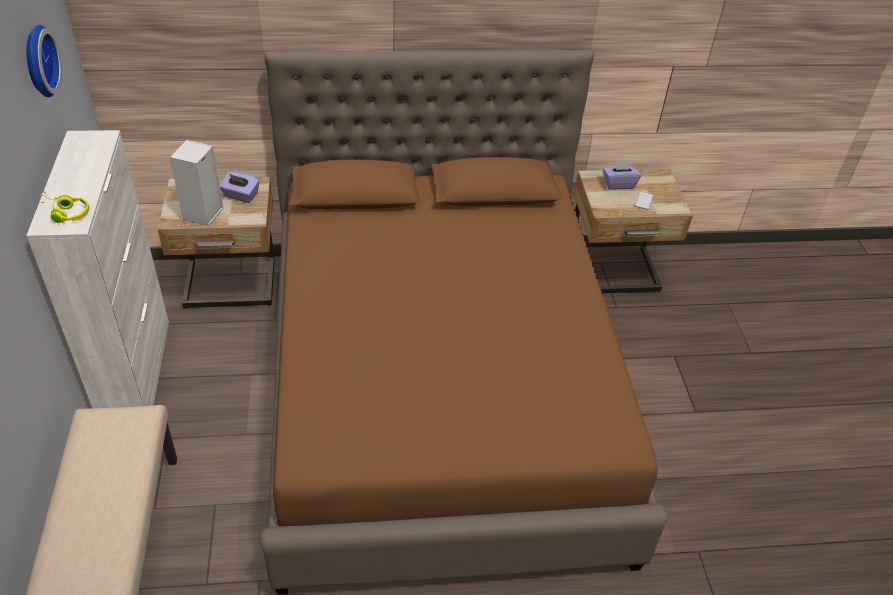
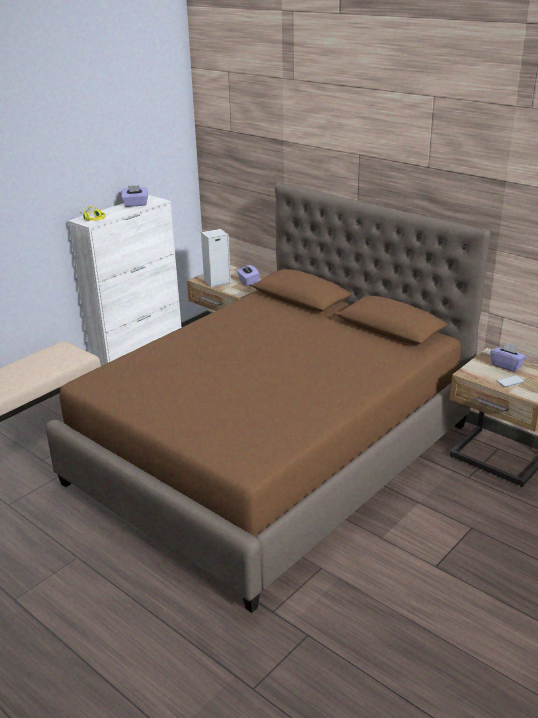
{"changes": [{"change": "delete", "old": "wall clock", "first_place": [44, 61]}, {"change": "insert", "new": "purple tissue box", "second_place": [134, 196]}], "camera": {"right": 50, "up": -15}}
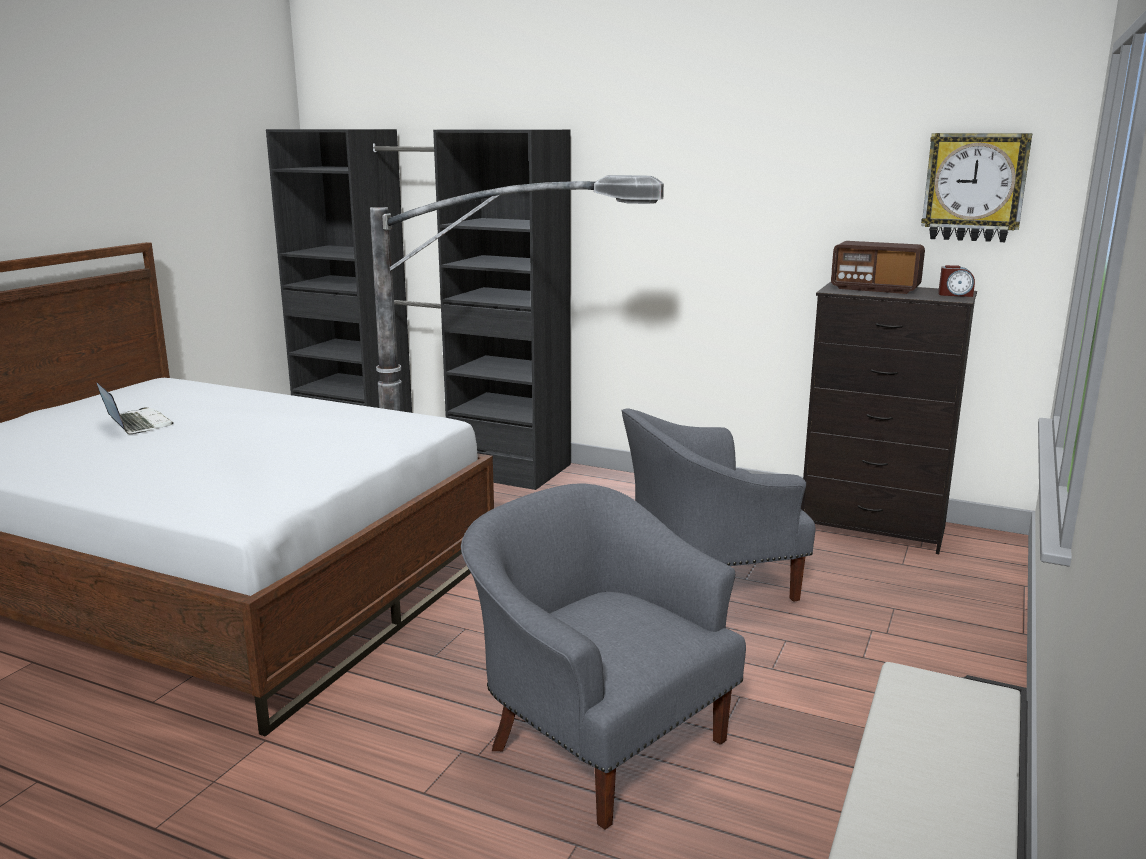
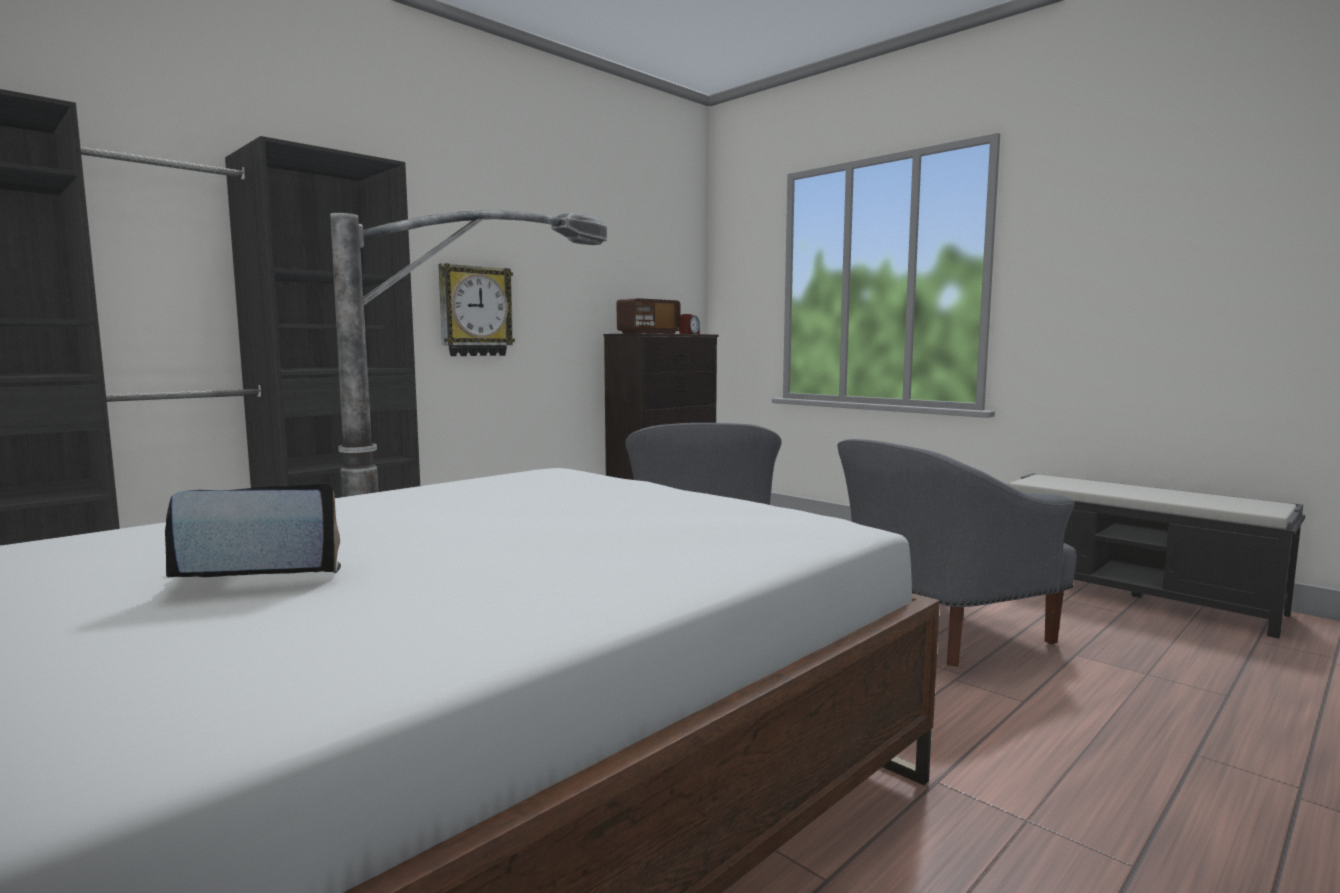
{"changes": [{"change": "move", "old": "wall clock", "first_place": [976, 187], "second_place": [477, 309]}], "camera": {"right": -70, "up": -10}}
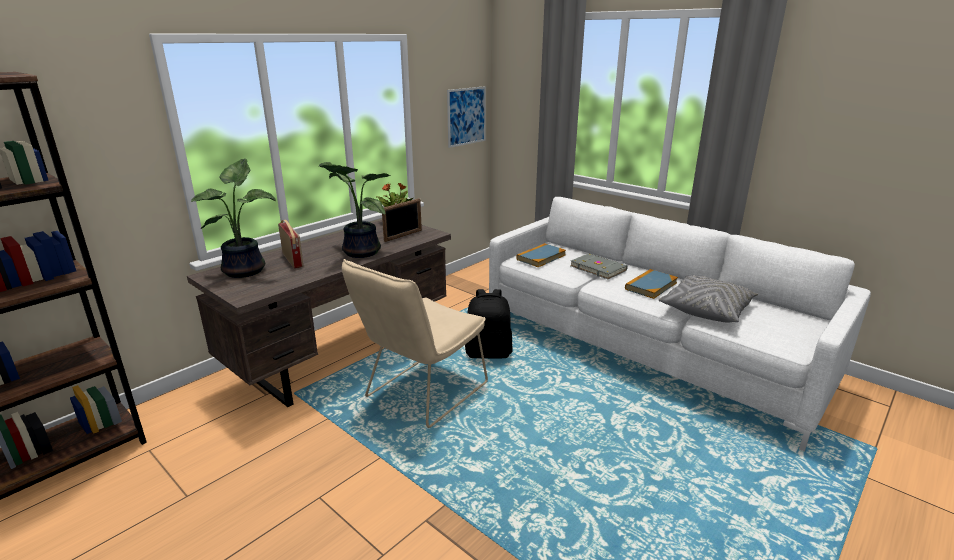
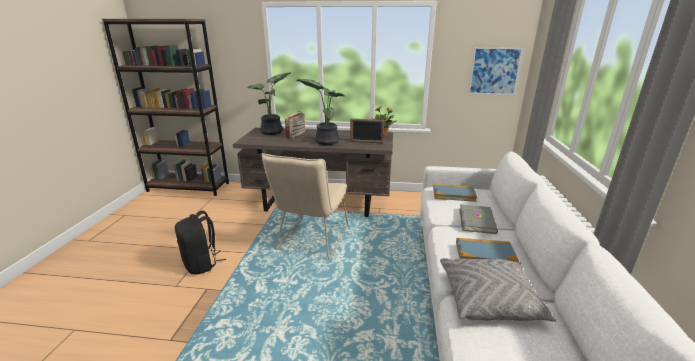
{"changes": [{"change": "rotate", "old": "beige chair", "first_place": [415, 343], "second_place": [304, 206], "degrees": -75}, {"change": "move", "old": "black backpack", "first_place": [489, 323], "second_place": [200, 243]}], "camera": {"right": 55, "up": 0}}
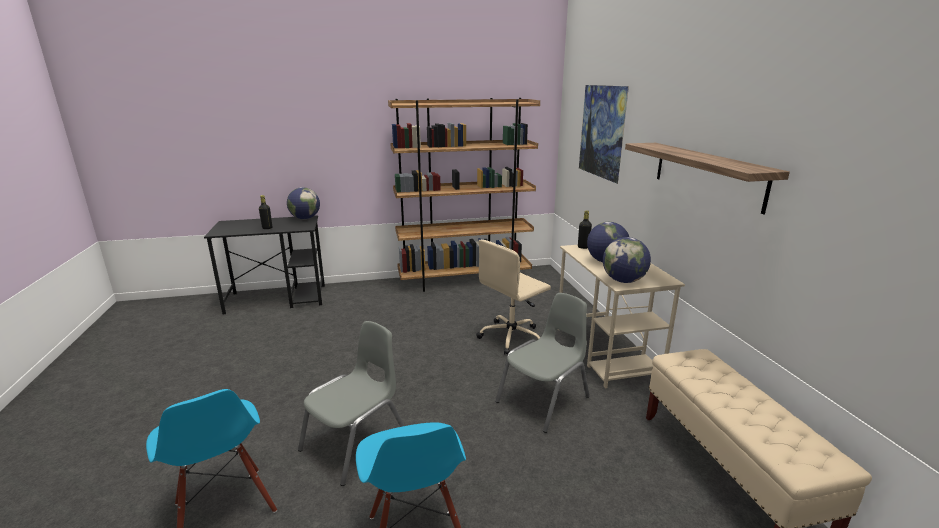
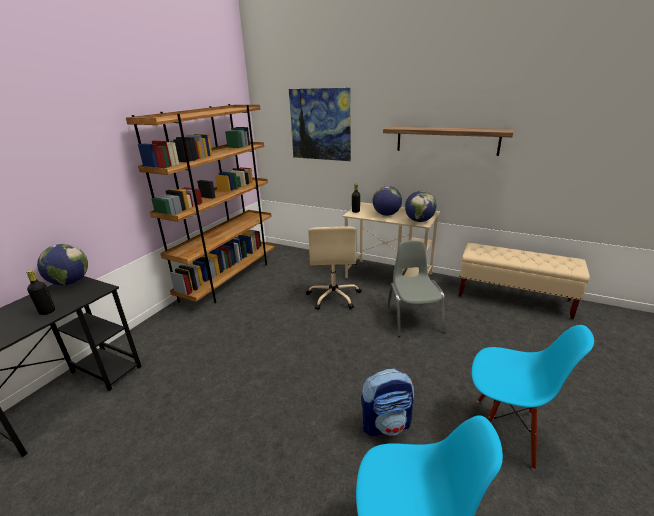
{"changes": [{"change": "replace", "old": "grey chair", "new": "backpack", "first_place": [351, 403], "second_place": [387, 402]}], "camera": {"right": -50, "up": 5}}
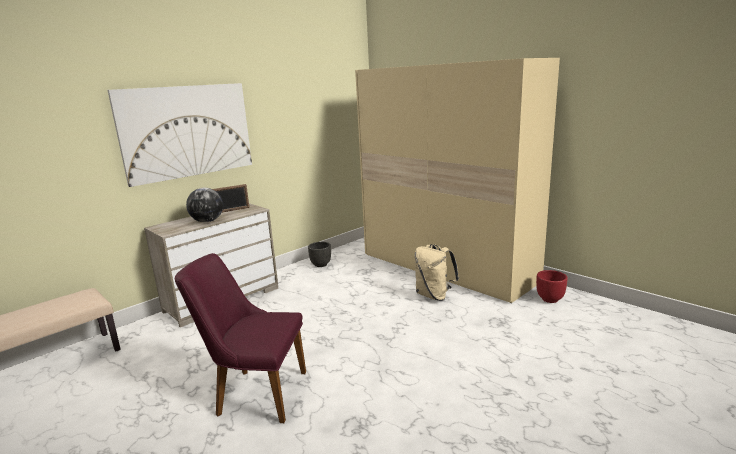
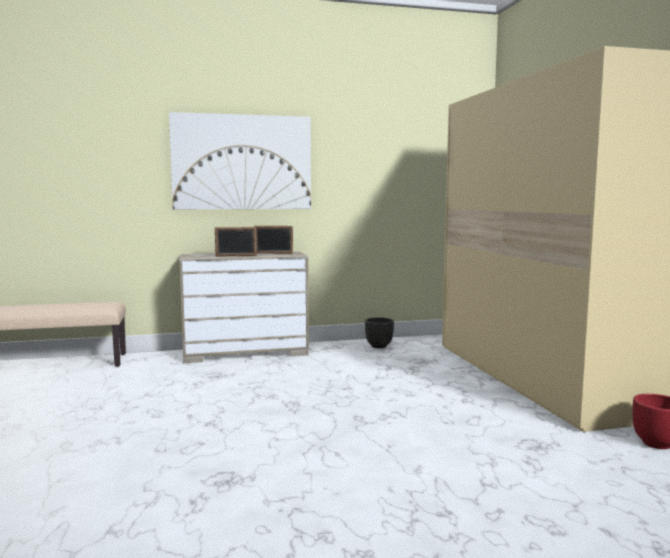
{"changes": [{"change": "replace", "old": "globe", "new": "picture frame", "first_place": [204, 205], "second_place": [236, 242]}, {"change": "delete", "old": "beige backpack", "first_place": [436, 272]}, {"change": "delete", "old": "purple chair", "first_place": [240, 338]}], "camera": {"right": 30, "up": -10}}
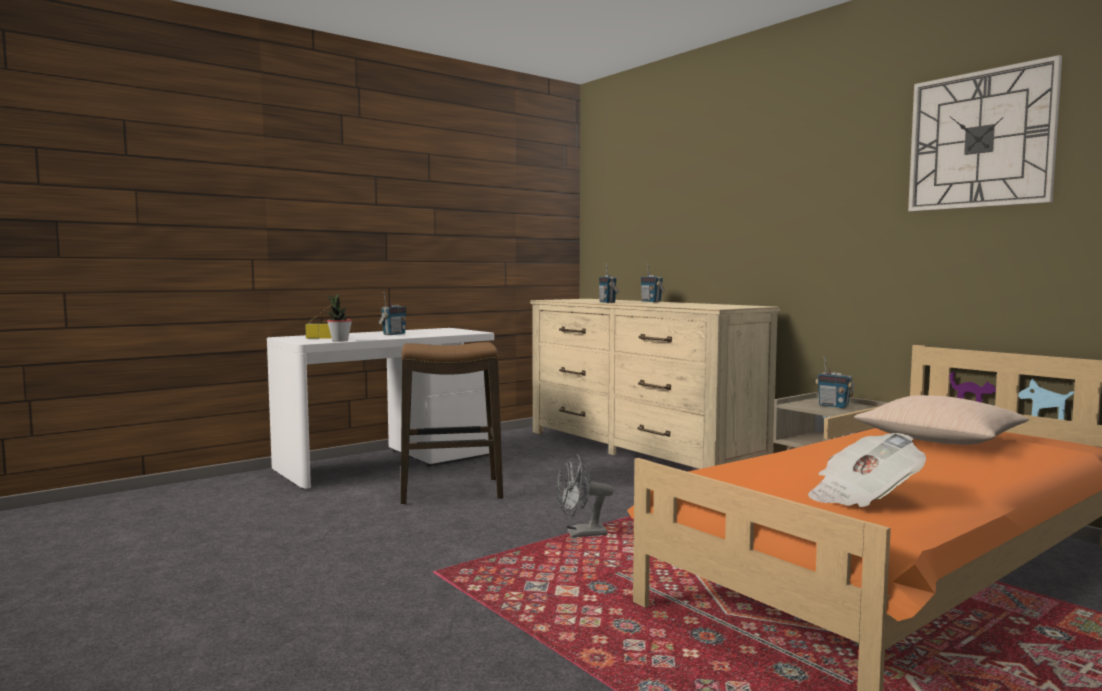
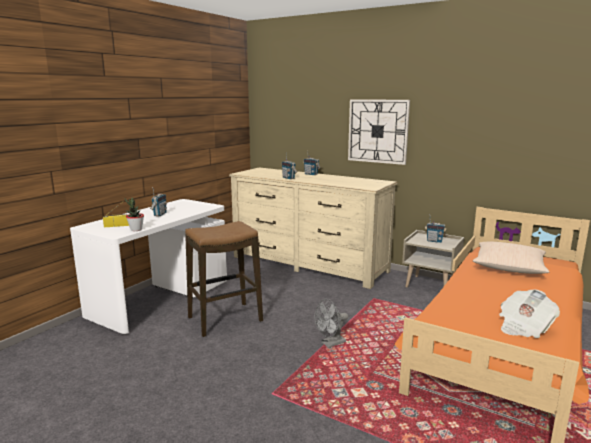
{"changes": [{"change": "move", "old": "wall clock", "first_place": [985, 133], "second_place": [379, 132]}], "camera": {"right": -20, "up": 10}}
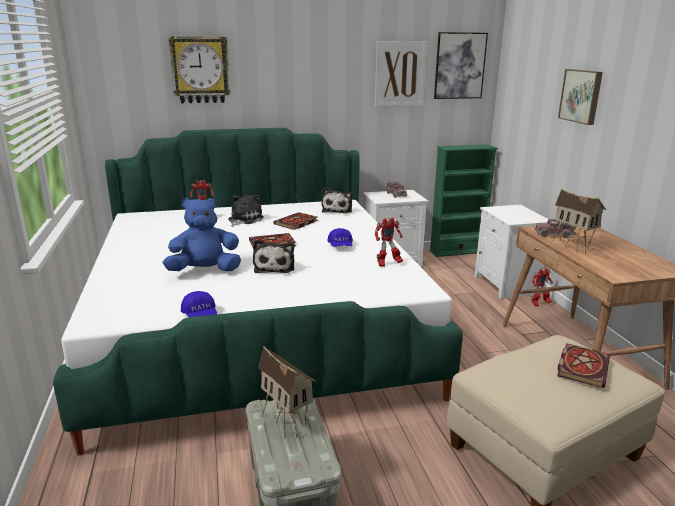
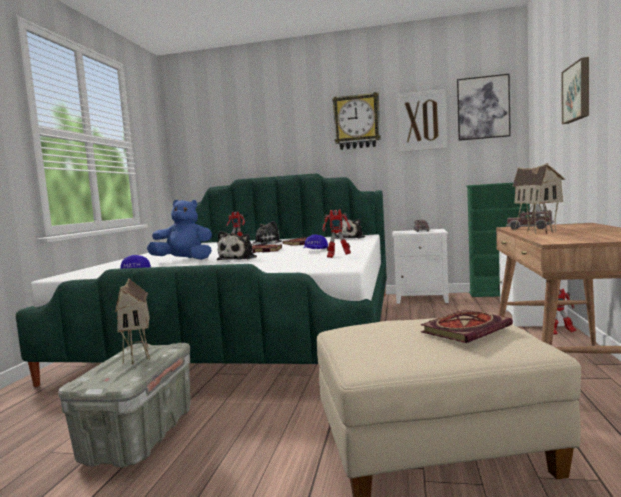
{"changes": [{"change": "move", "old": "wall clock", "first_place": [199, 69], "second_place": [356, 121]}], "camera": {"right": 25, "up": -15}}
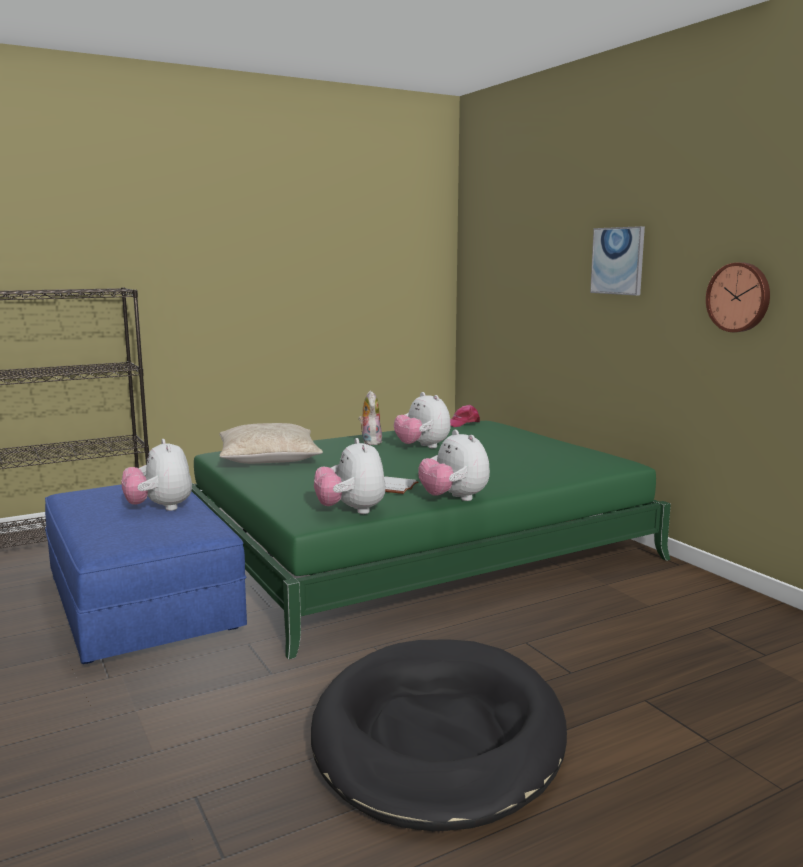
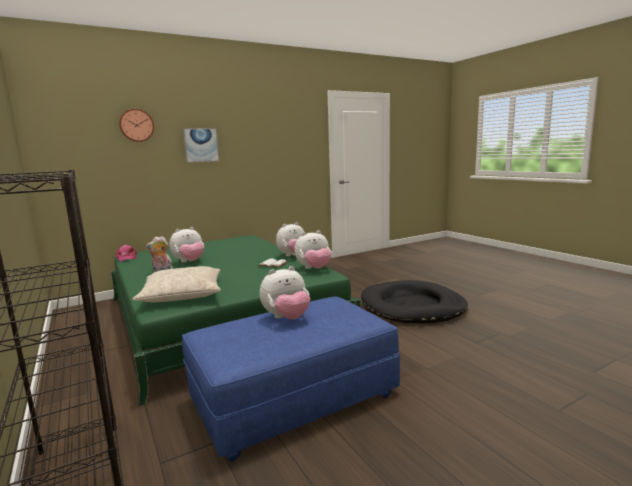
{"changes": [{"change": "move", "old": "wall clock", "first_place": [738, 297], "second_place": [136, 125]}], "camera": {"right": -90, "up": 0}}
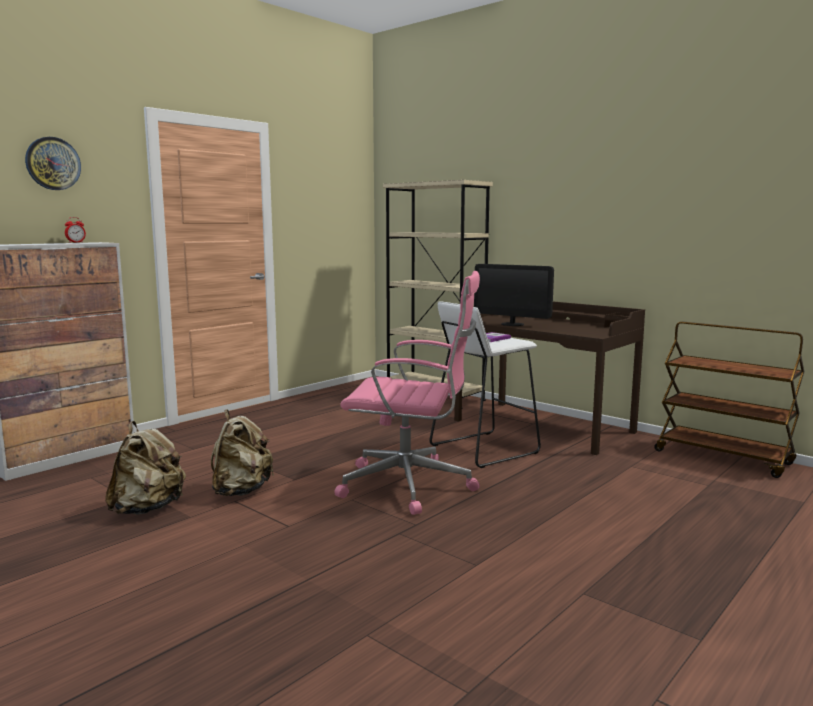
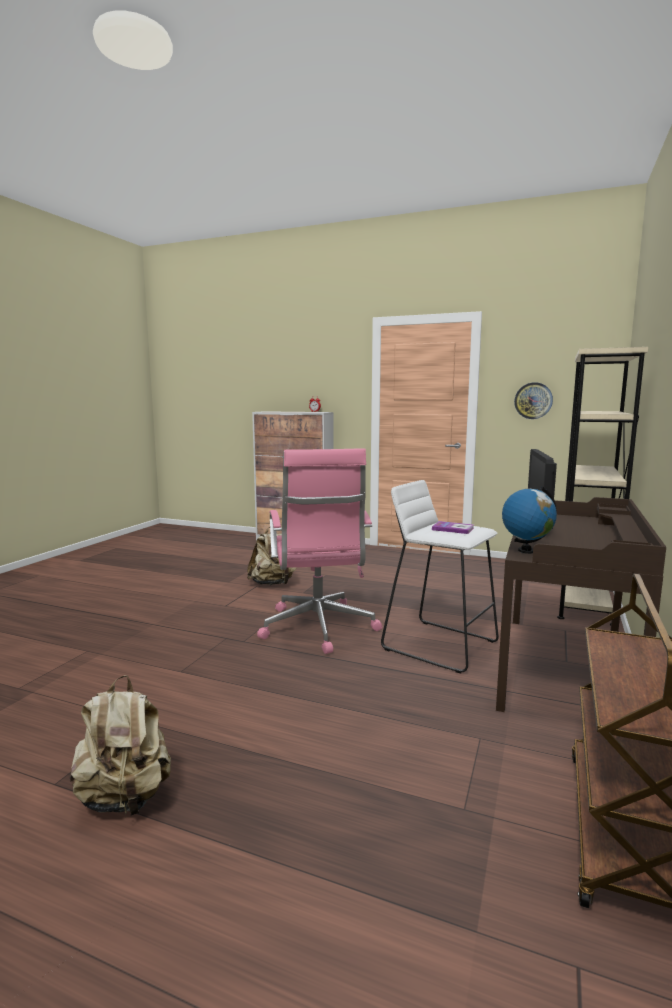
{"changes": [{"change": "move", "old": "wall clock", "first_place": [53, 163], "second_place": [533, 400]}, {"change": "move", "old": "beige backpack", "first_place": [145, 468], "second_place": [120, 745]}, {"change": "insert", "new": "globe", "second_place": [529, 520]}], "camera": {"right": 70, "up": 0}}
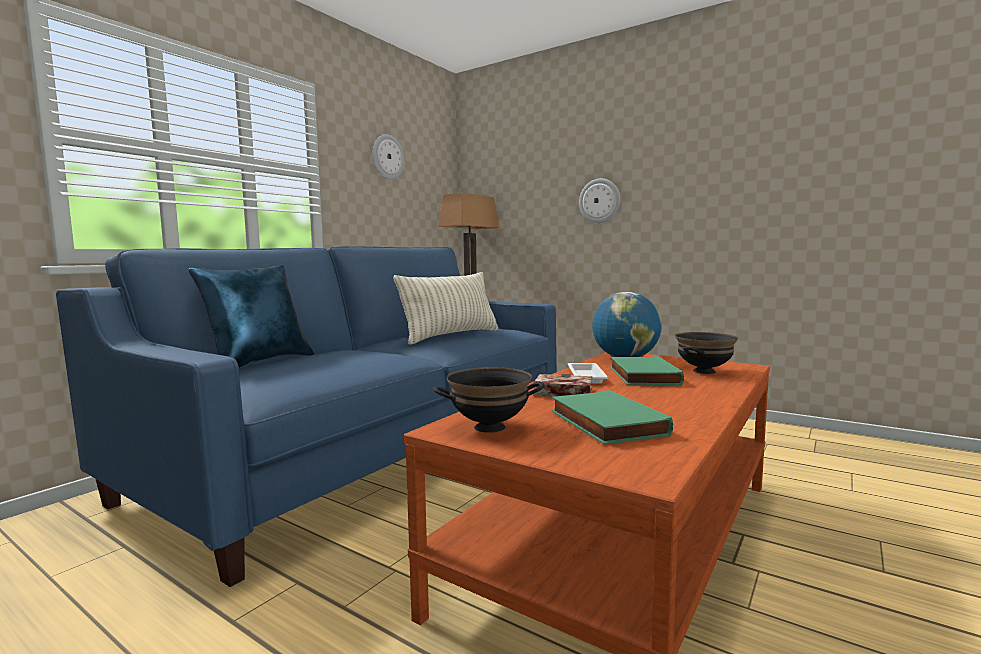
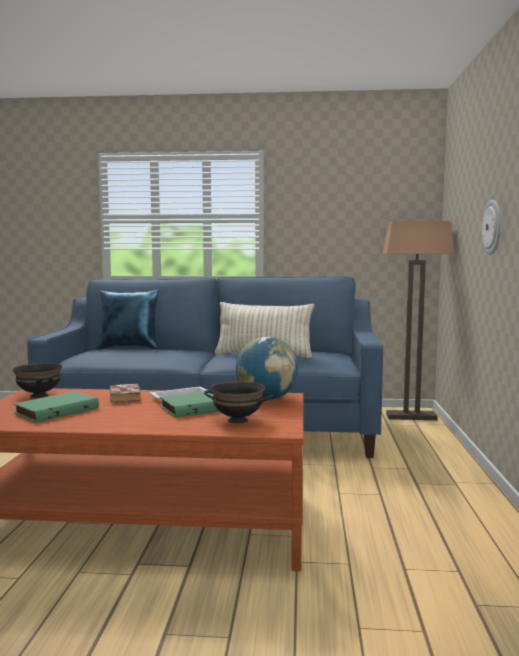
{"changes": [{"change": "delete", "old": "wall clock", "first_place": [388, 157]}], "camera": {"right": 60, "up": 0}}
